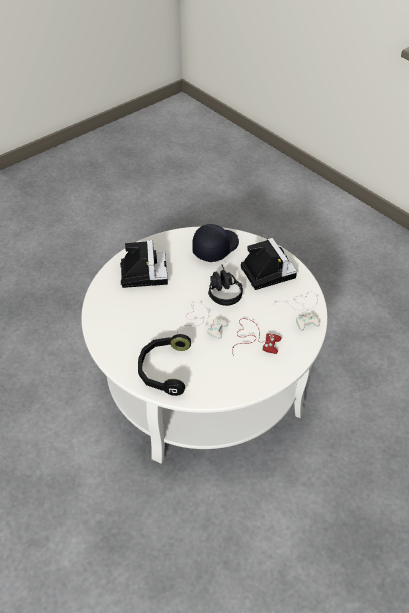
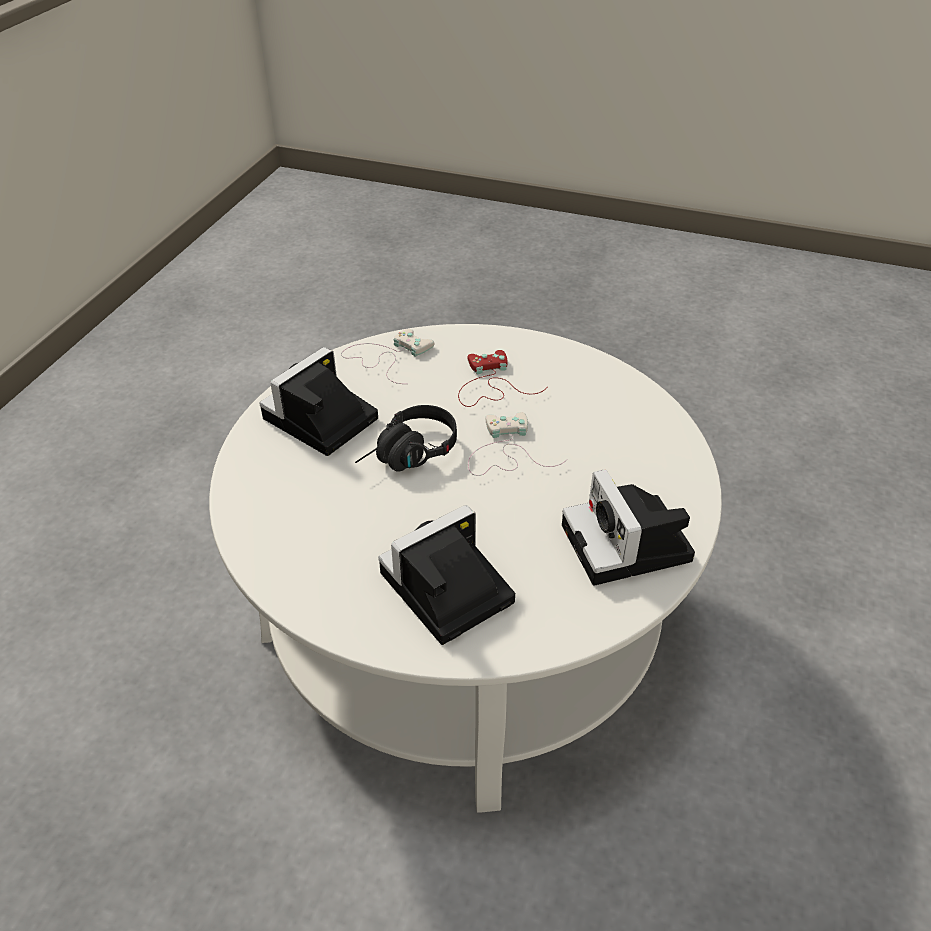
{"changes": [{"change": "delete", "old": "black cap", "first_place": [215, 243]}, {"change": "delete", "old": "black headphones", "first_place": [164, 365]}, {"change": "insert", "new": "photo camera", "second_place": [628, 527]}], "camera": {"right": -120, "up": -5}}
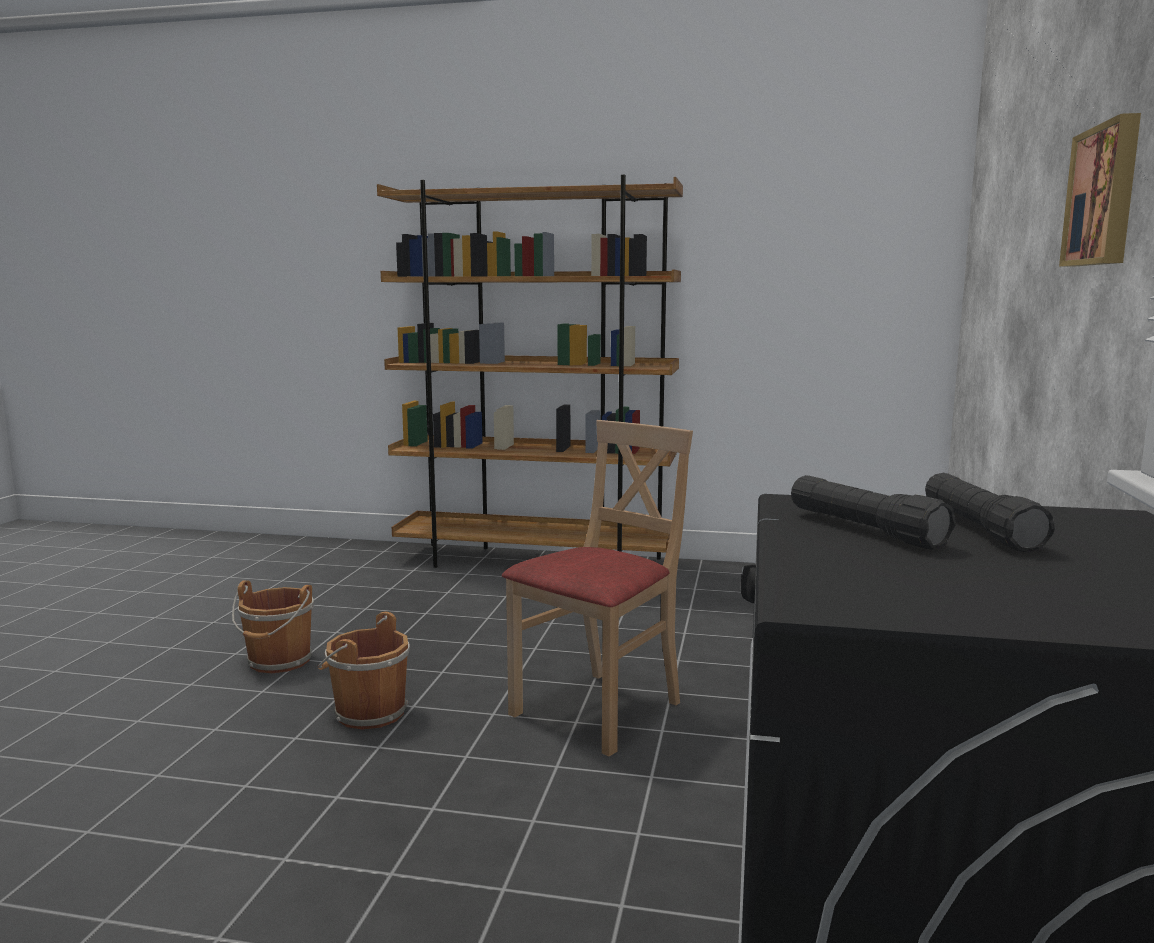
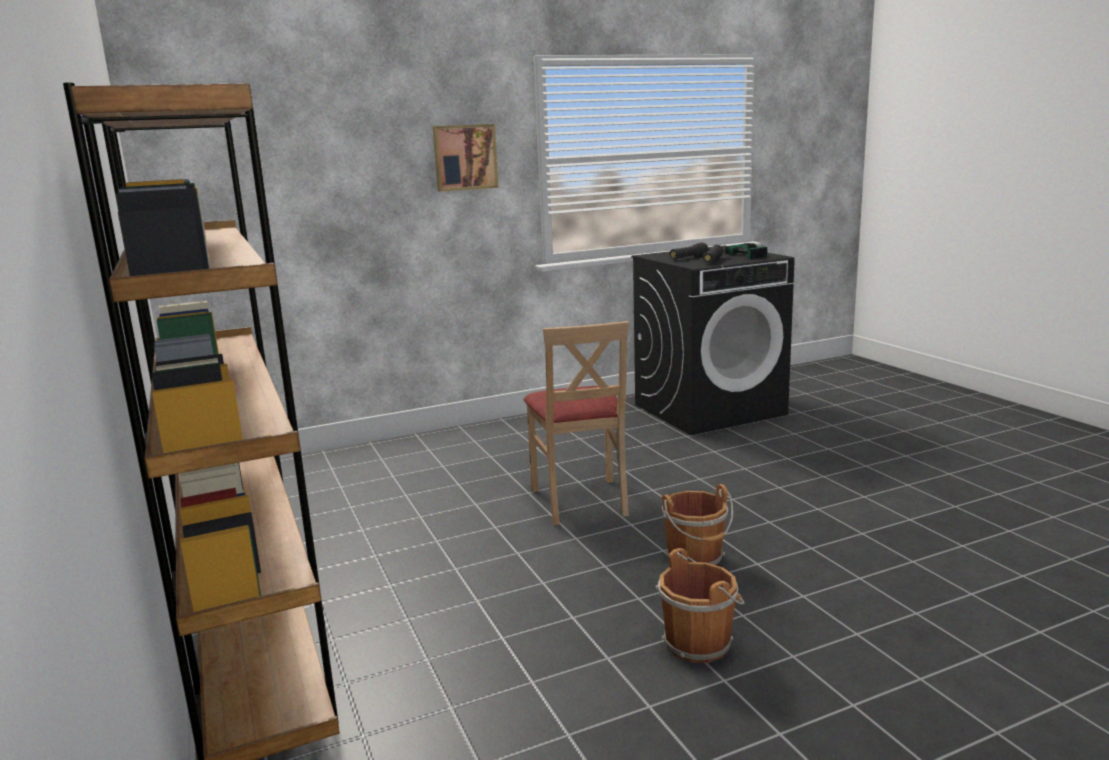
{"changes": [{"change": "rotate", "old": "beige chair", "first_place": [597, 588], "second_place": [576, 423], "degrees": -105}, {"change": "insert", "new": "power drill", "second_place": [746, 251]}], "camera": {"right": -125, "up": 5}}
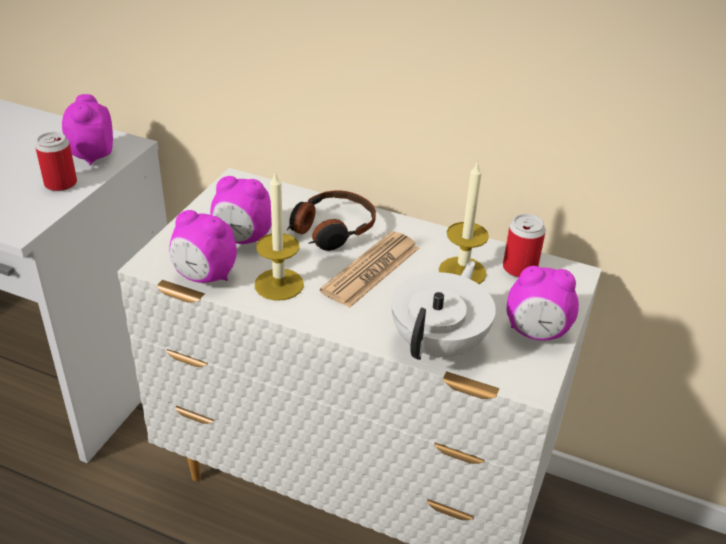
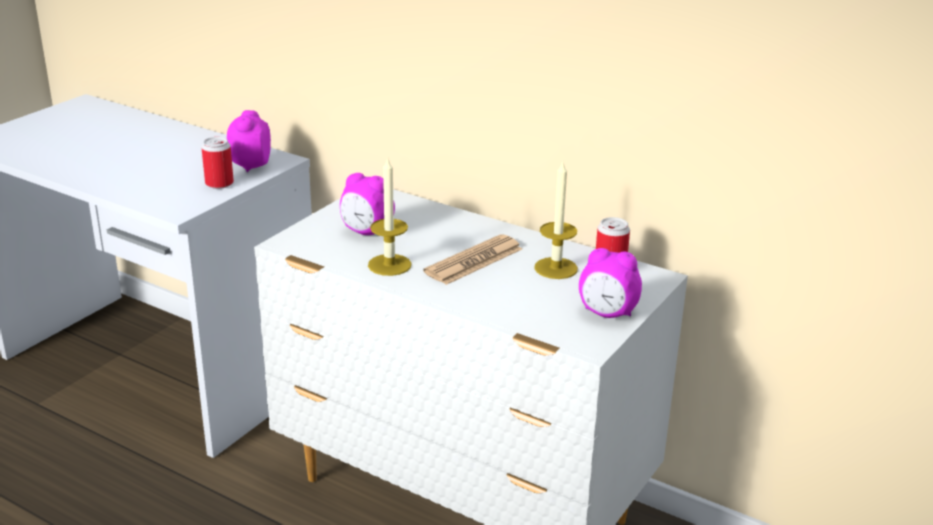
{"changes": [{"change": "delete", "old": "headphones", "first_place": [331, 220]}, {"change": "delete", "old": "alarm clock", "first_place": [203, 246]}, {"change": "delete", "old": "white teapot", "first_place": [443, 310]}], "camera": {"right": 10, "up": -10}}
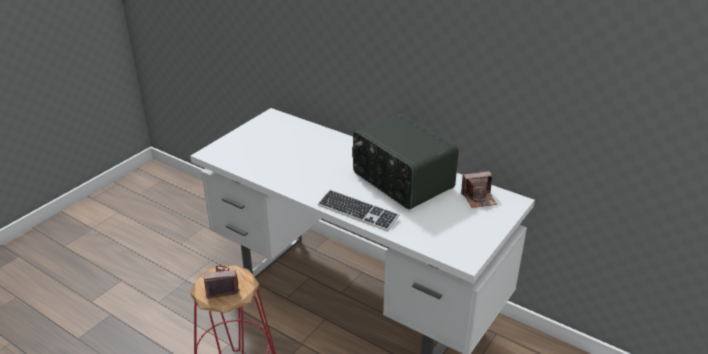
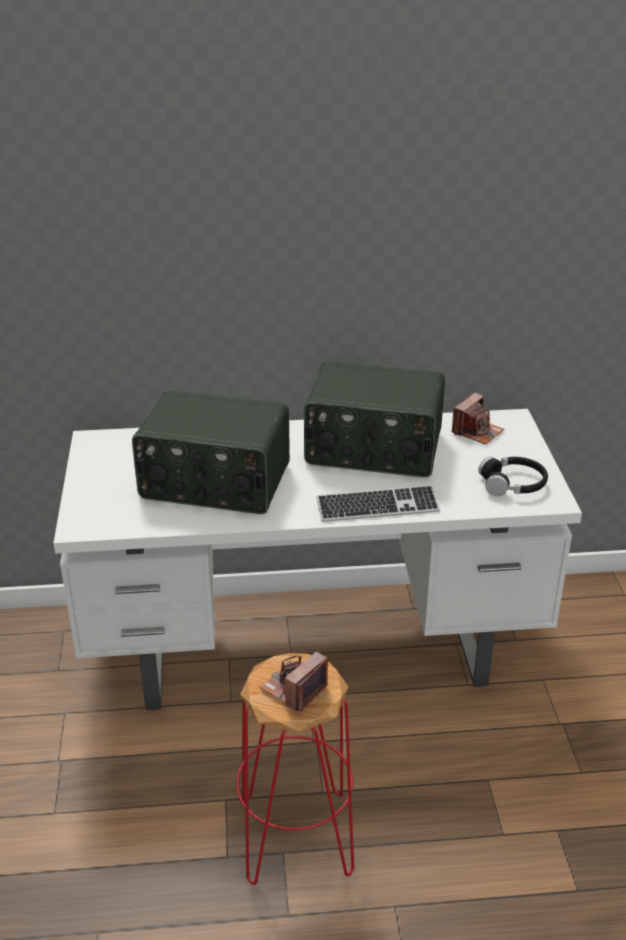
{"changes": [{"change": "insert", "new": "radio", "second_place": [211, 452]}, {"change": "insert", "new": "black headphones", "second_place": [513, 476]}], "camera": {"right": -40, "up": 0}}
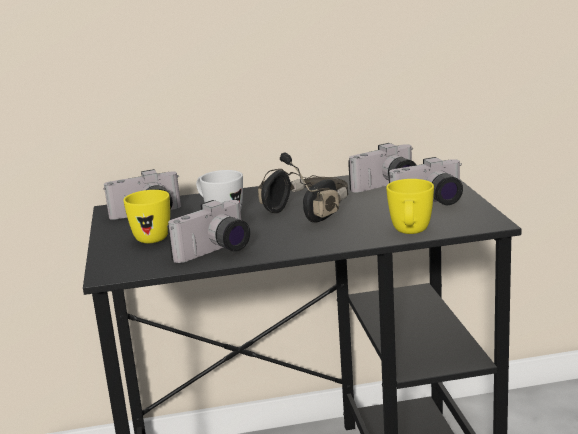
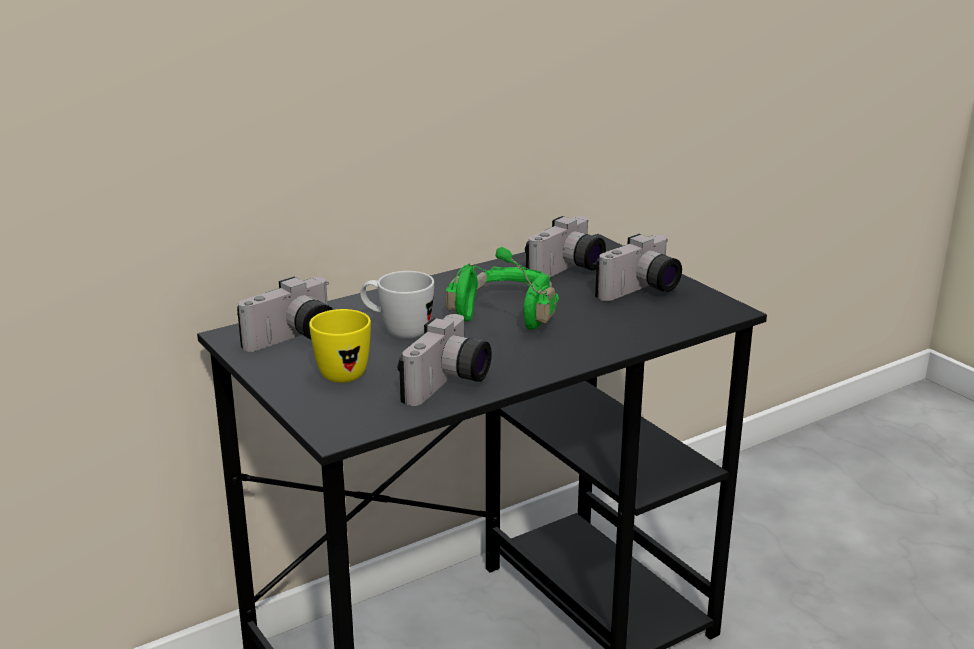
{"changes": [{"change": "recolor", "old": "black headphones", "new": "green headphones", "first_place": [303, 187], "second_place": [502, 288]}, {"change": "delete", "old": "yellow mug", "first_place": [410, 206]}], "camera": {"right": -25, "up": 5}}
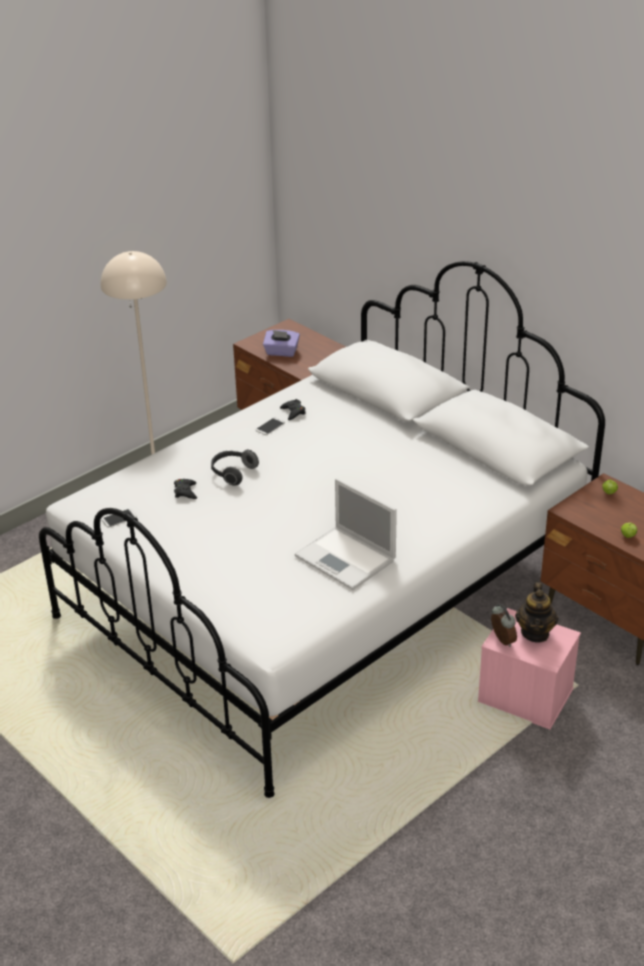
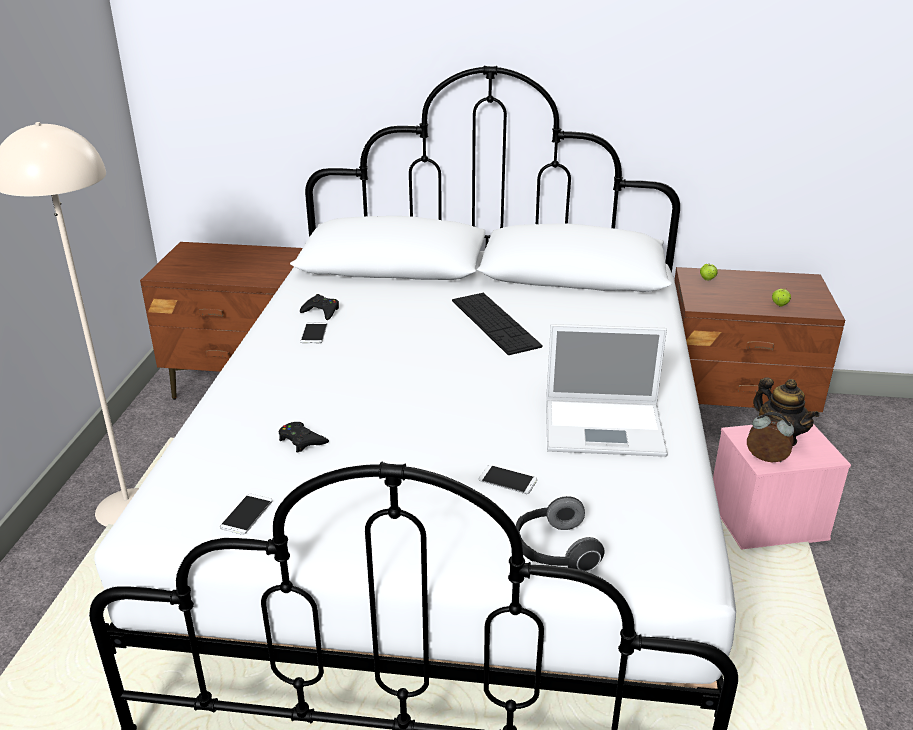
{"changes": [{"change": "delete", "old": "purple tissue box", "first_place": [281, 343]}, {"change": "move", "old": "headphones", "first_place": [235, 468], "second_place": [560, 534]}, {"change": "insert", "new": "keyboard", "second_place": [497, 324]}, {"change": "insert", "new": "phone", "second_place": [508, 479]}], "camera": {"right": -40, "up": -5}}
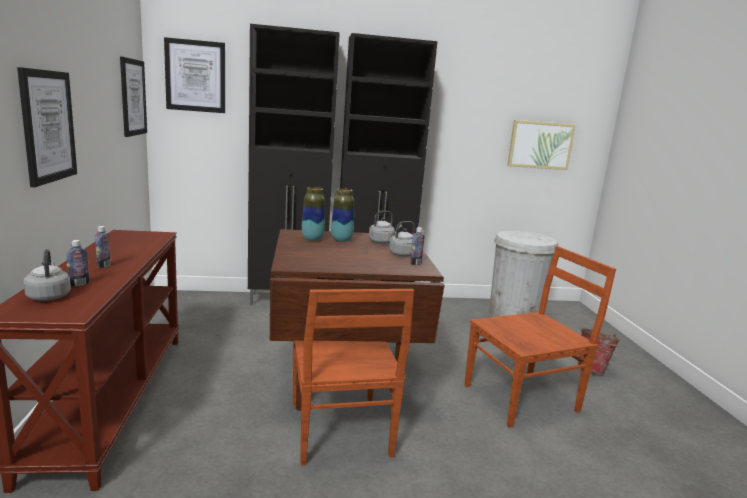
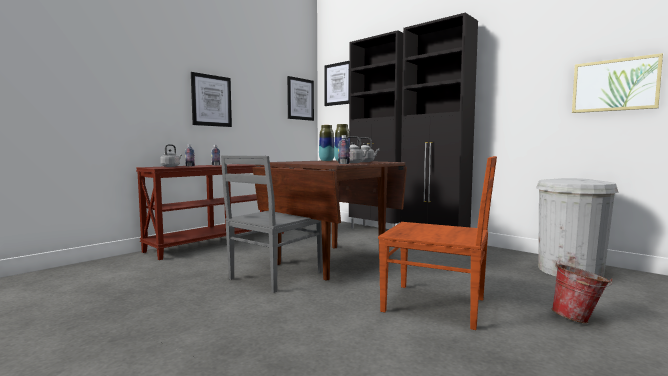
{"changes": [{"change": "recolor", "old": "brown chair", "new": "grey chair", "first_place": [353, 377], "second_place": [272, 224]}], "camera": {"right": 50, "up": -10}}
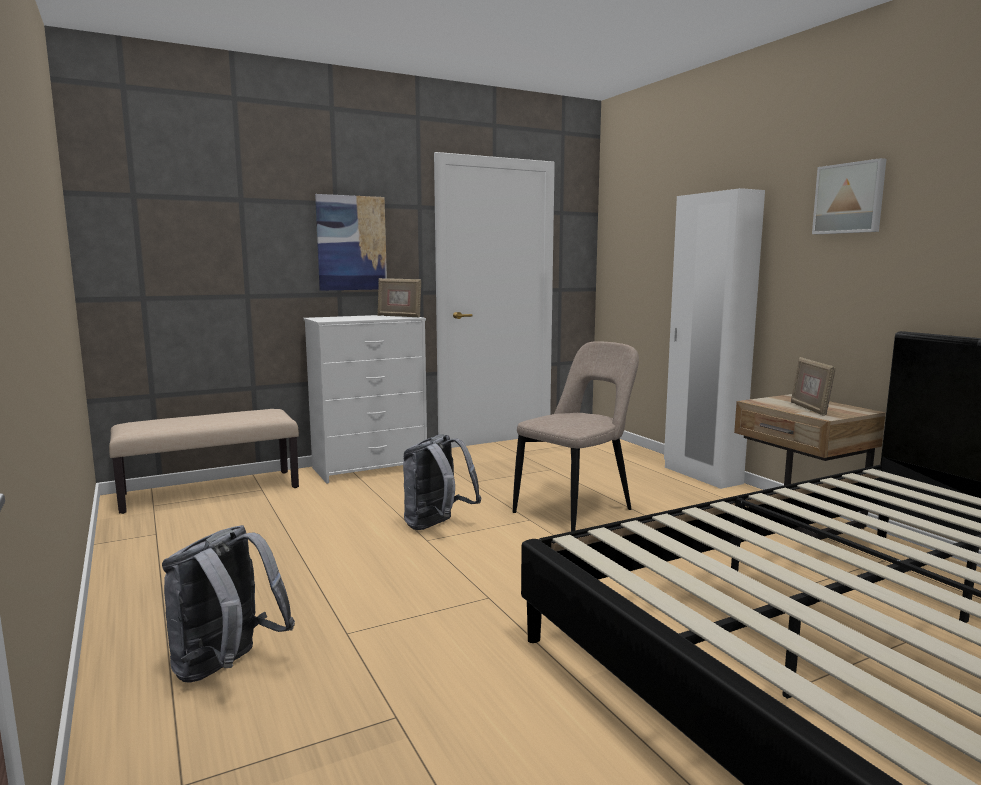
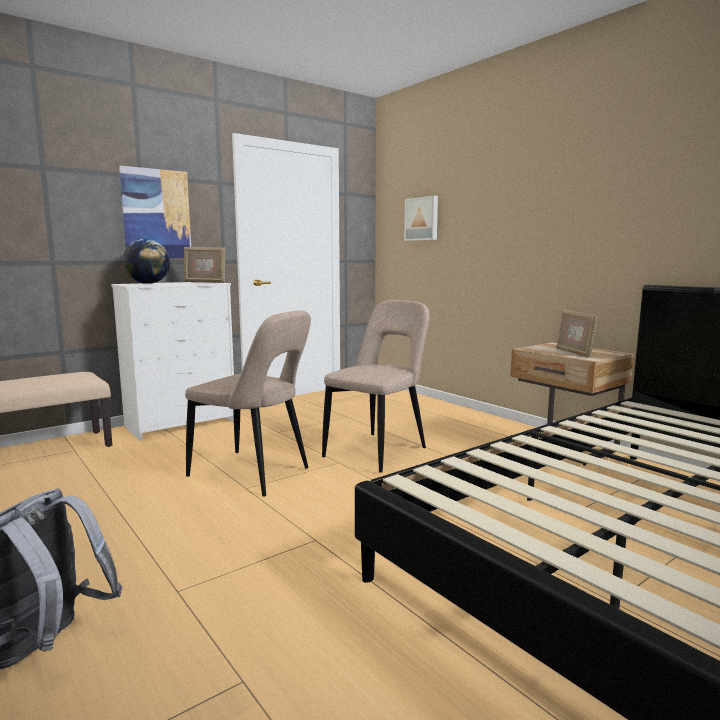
{"changes": [{"change": "move", "old": "picture", "first_place": [849, 196], "second_place": [421, 218]}, {"change": "delete", "old": "white wardrobe", "first_place": [714, 338]}, {"change": "replace", "old": "grey backpack", "new": "beige chair", "first_place": [442, 482], "second_place": [248, 403]}, {"change": "insert", "new": "globe", "second_place": [146, 261]}], "camera": {"right": -10, "up": 0}}
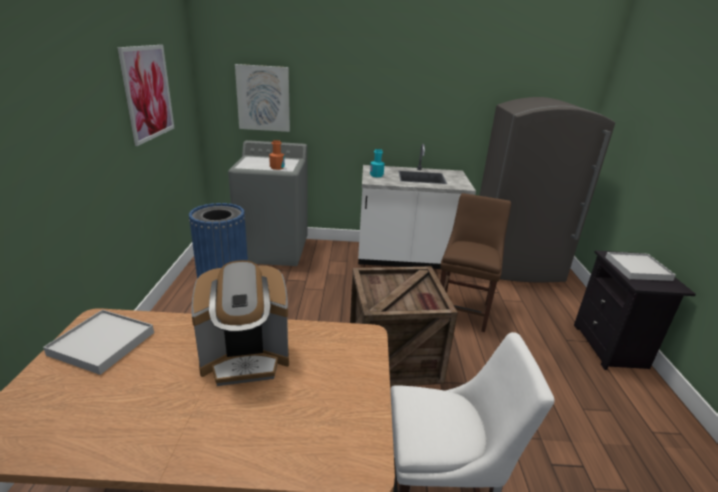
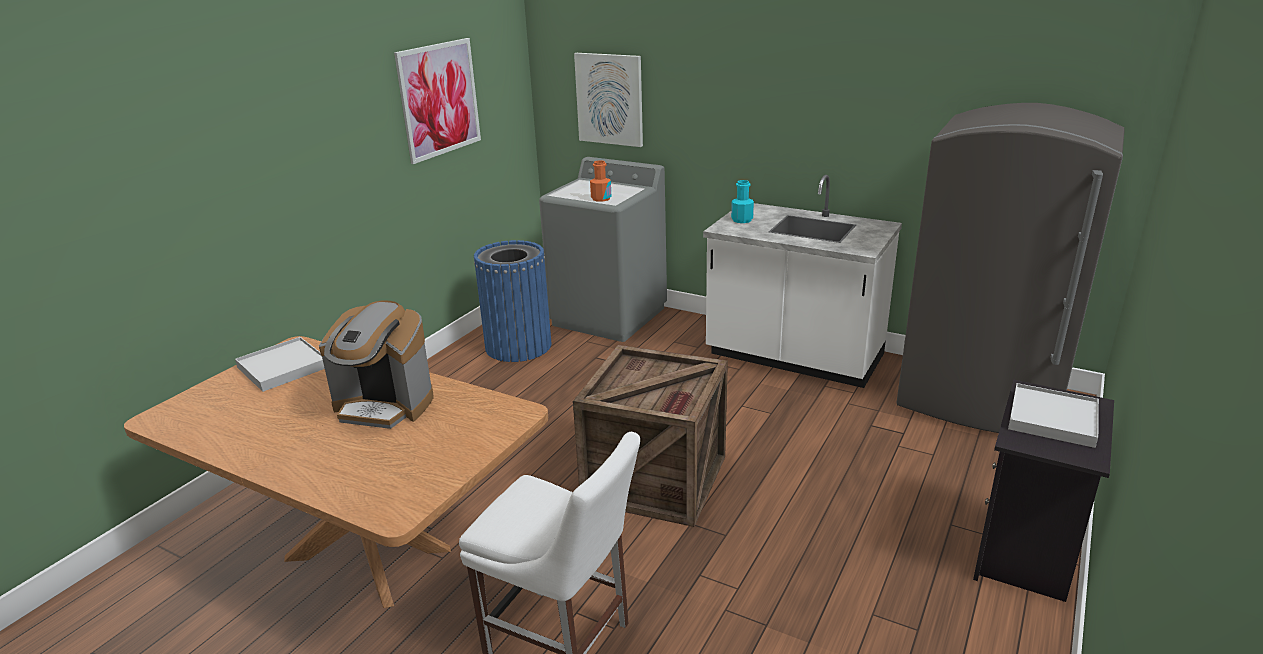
{"changes": [{"change": "delete", "old": "brown chair", "first_place": [475, 262]}], "camera": {"right": 30, "up": 0}}
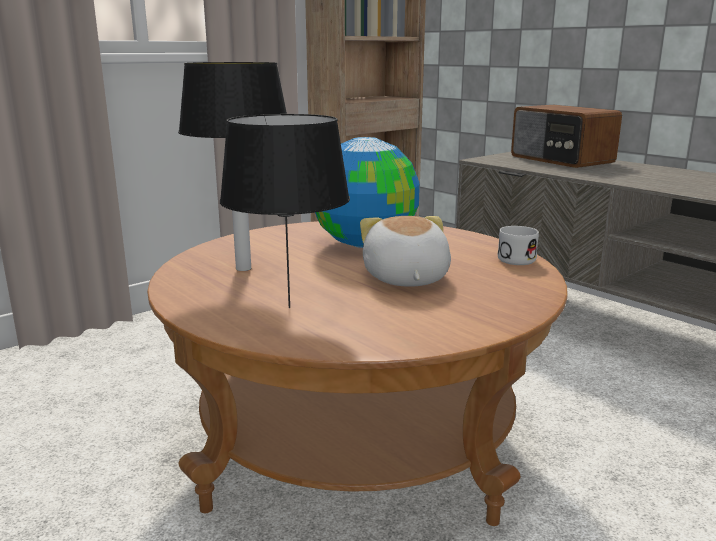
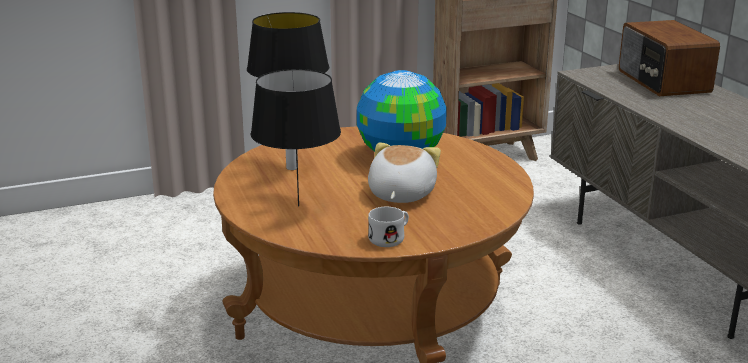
{"changes": [{"change": "move", "old": "white mug", "first_place": [518, 245], "second_place": [388, 227]}], "camera": {"right": 20, "up": 5}}
